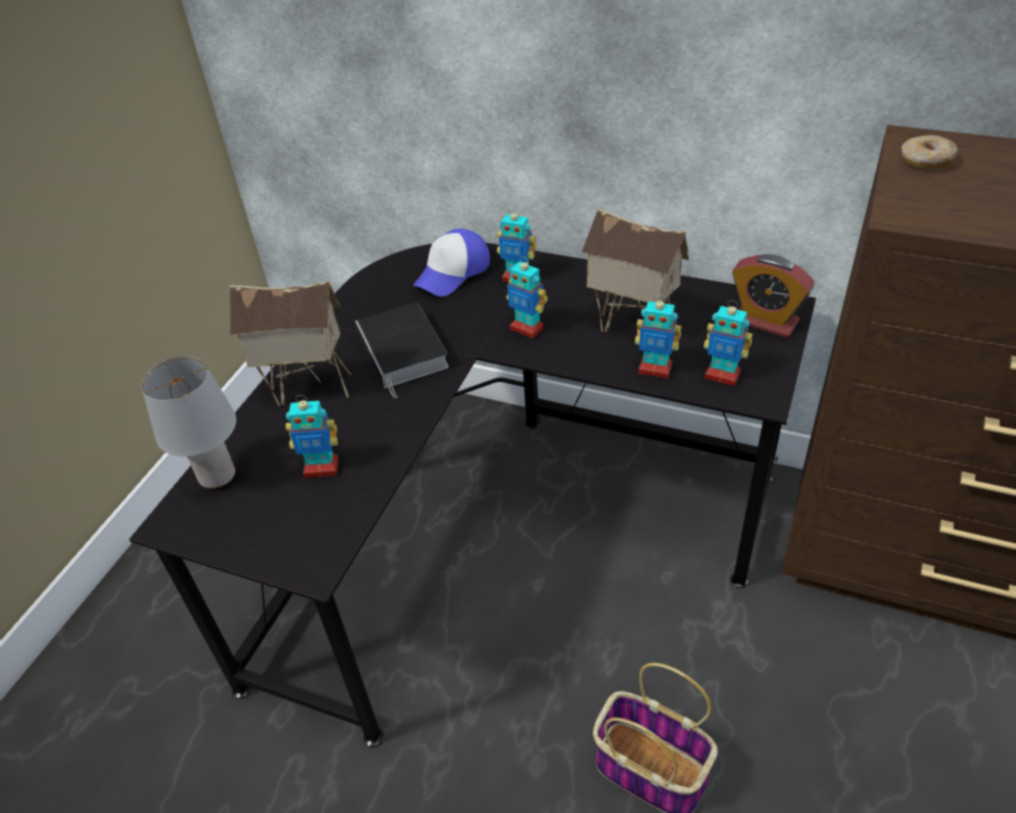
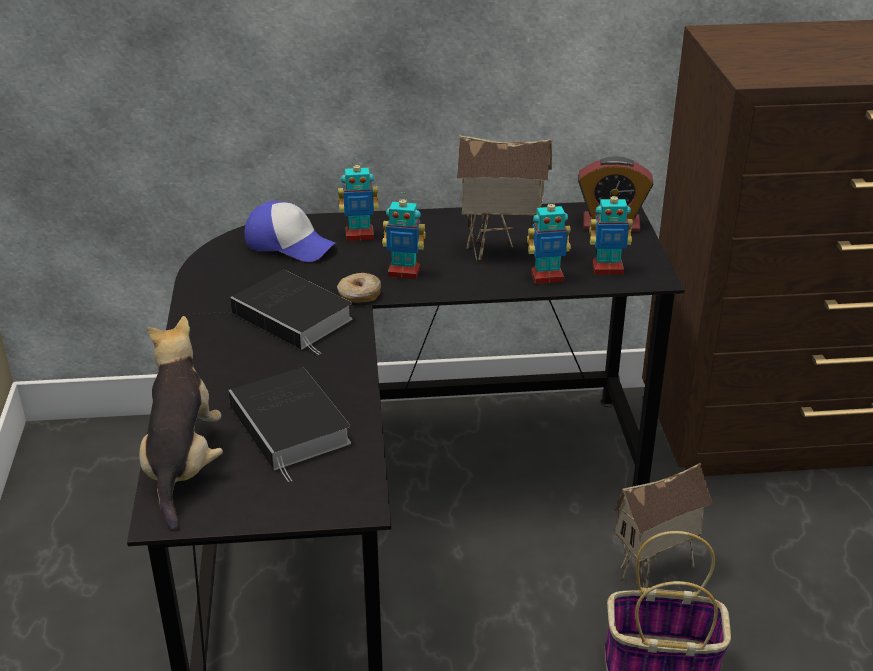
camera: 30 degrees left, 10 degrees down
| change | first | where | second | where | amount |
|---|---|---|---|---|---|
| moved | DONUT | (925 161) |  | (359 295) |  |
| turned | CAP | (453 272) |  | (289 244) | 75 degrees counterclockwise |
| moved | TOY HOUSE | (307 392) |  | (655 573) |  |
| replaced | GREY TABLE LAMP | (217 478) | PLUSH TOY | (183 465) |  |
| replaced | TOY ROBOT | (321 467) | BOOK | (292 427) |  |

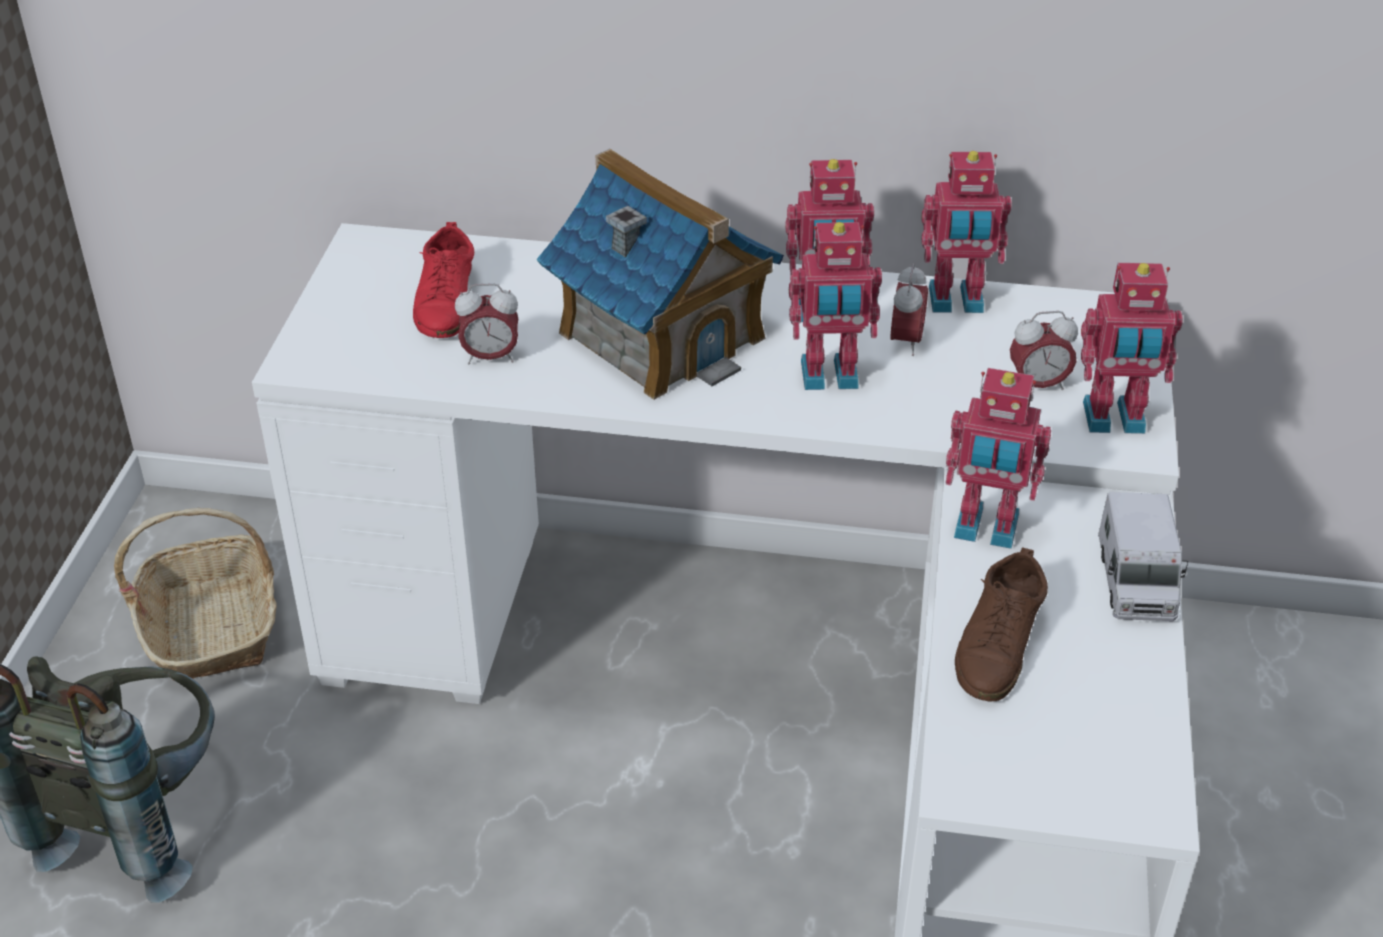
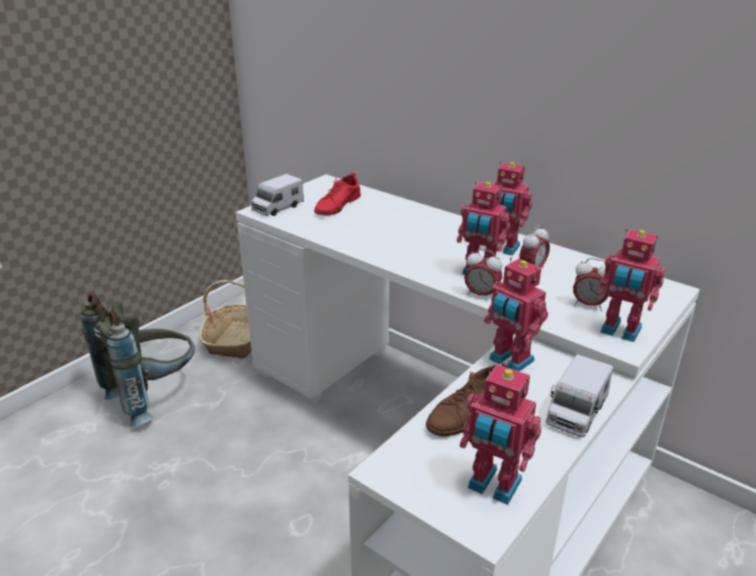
camera: 30 degrees right, 10 degrees down
| change | first | where | second | where | amount |
|---|---|---|---|---|---|
| removed | TOY HOUSE | (661 335) |  |  |  |
| moved | TOY ROBOT | (956 302) |  | (493 486) |  |
| moved | ALARM CLOCK | (490 357) |  | (481 295) |  |
| added |  |  | TOY TRUCK | (277 208) |  |

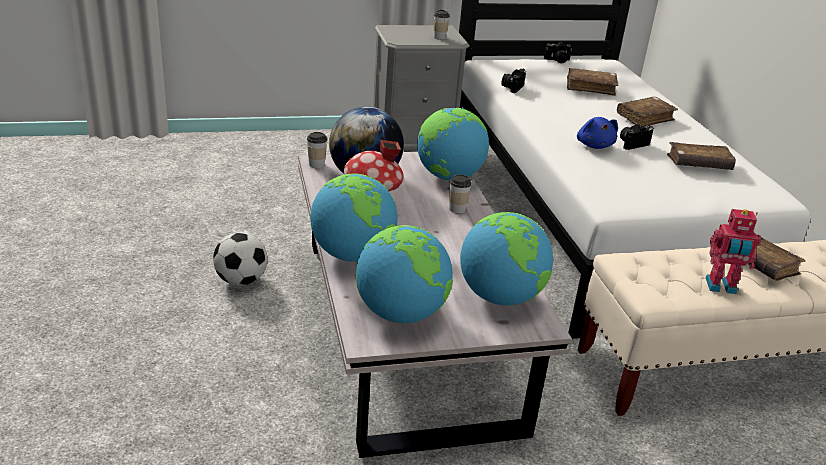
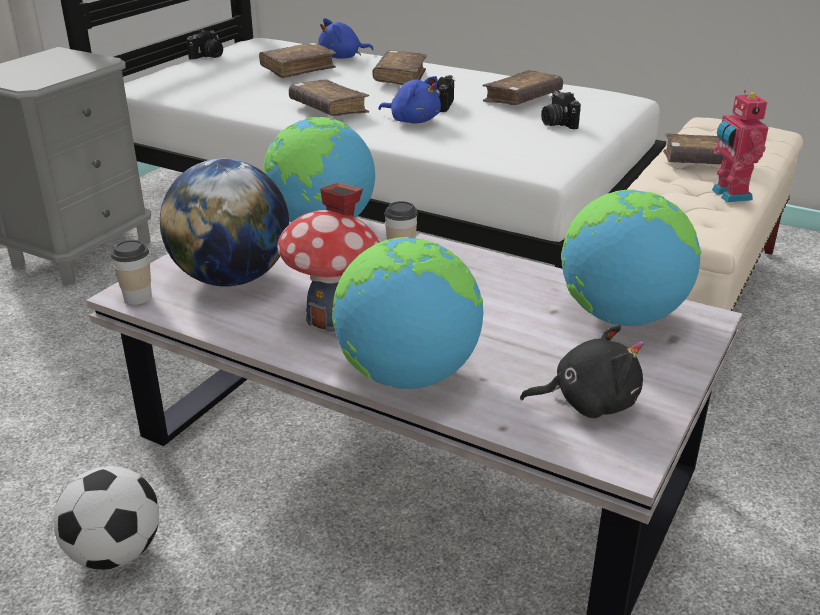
camera: 45 degrees left, 0 degrees up
| change | first | where | second | where | amount |
|---|---|---|---|---|---|
| removed | CUP | (439 37) |  |  |  |
| moved | PHOTO CAMERA | (512 87) |  | (557 123) |  |
| turned | TOY ROBOT | (721 287) |  | (729 195) | 120 degrees clockwise |
| replaced | GLOBE | (401 313) | BLACK PLUSH TOY | (588 402) |  |
| added |  |  | BLUE PLUSH TOY | (342 57) |  |
| added |  |  | BROWN BOOK | (328 109) |  |

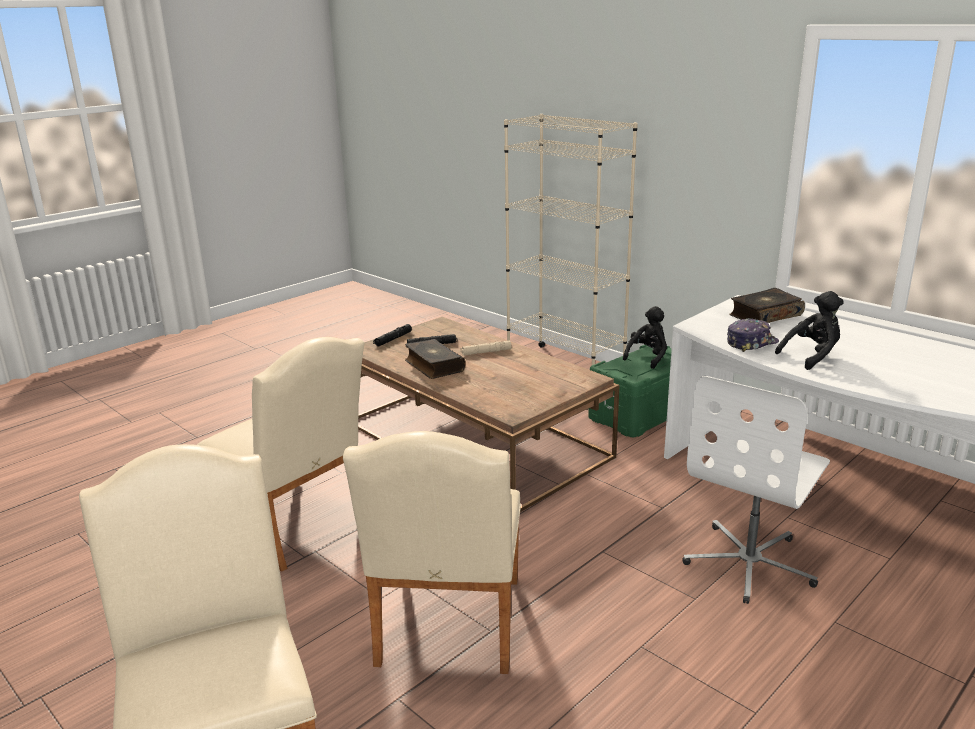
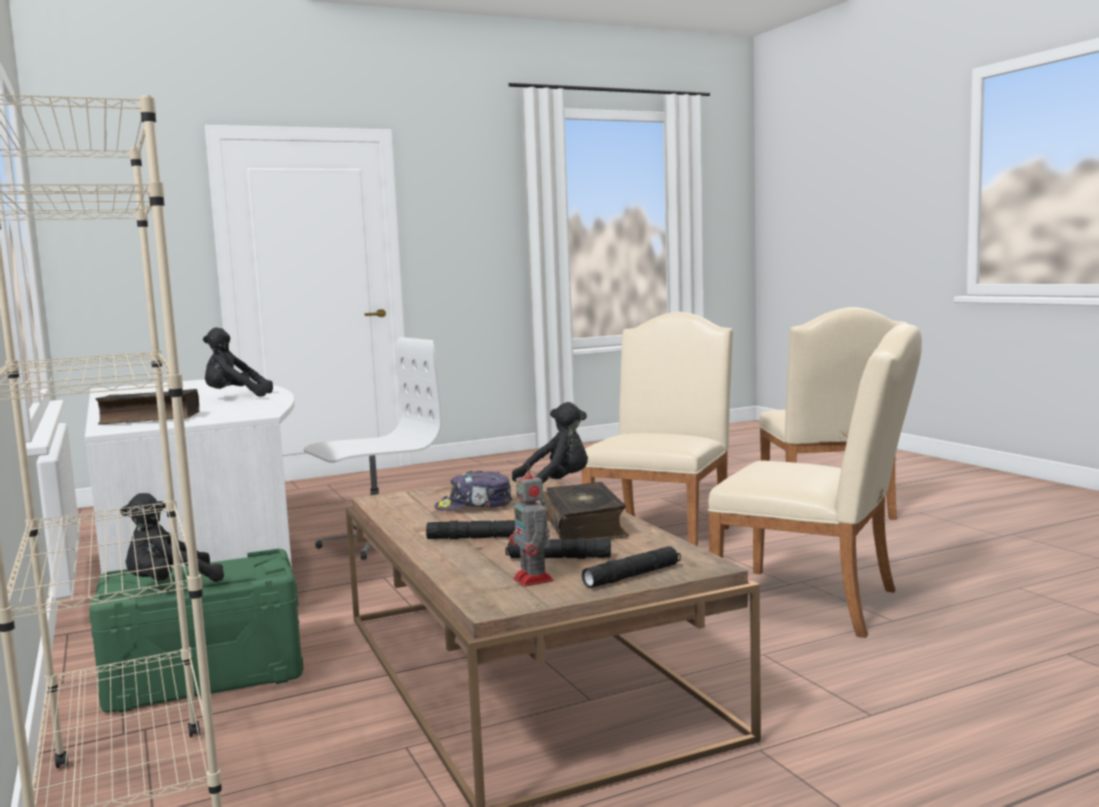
camera: 160 degrees left, 15 degrees down
| change | first | where | second | where | amount |
|---|---|---|---|---|---|
| moved | CAP | (751 343) |  | (474 506) |  |
| turned | BEIGE CHAIR | (296 527) |  | (818 603) | 150 degrees clockwise |
| recoloured | BEIGE FLASHLIGHT | (486 352) | BLACK FLASHLIGHT | (475 538) |  |
| added |  |  | BLACK PLUSH TOY | (556 485) |  |
| added |  |  | TOY ROBOT | (534 580) |  |

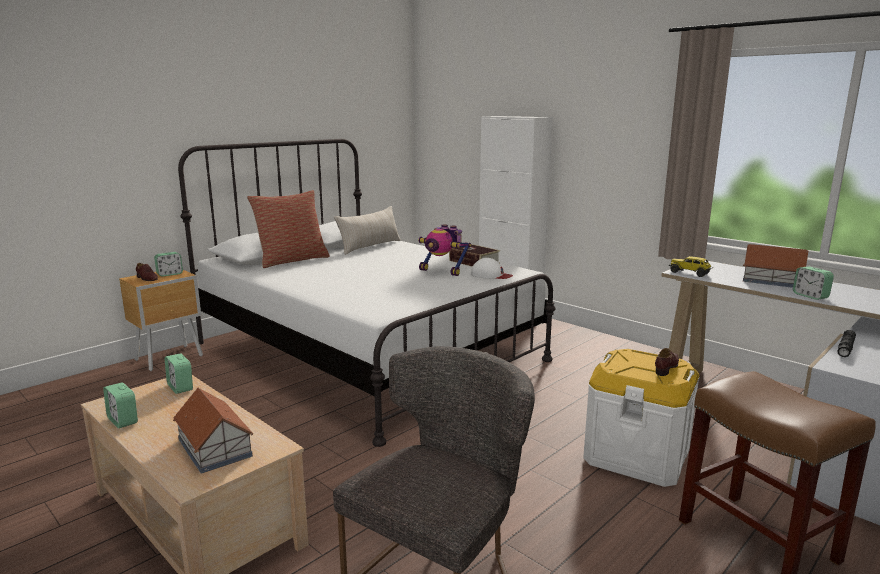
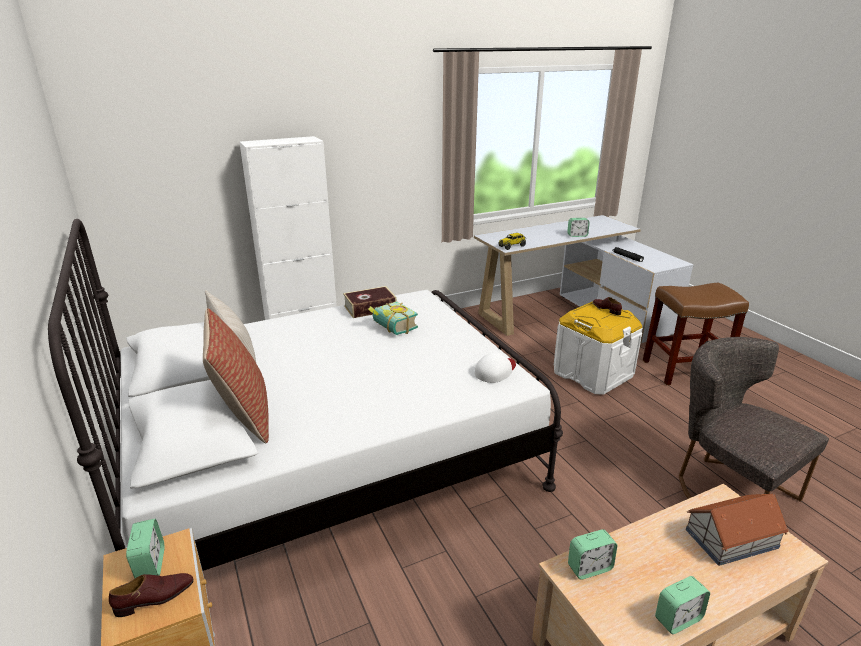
camera: 70 degrees left, 10 degrees up
| change | first | where | second | where | amount |
|---|---|---|---|---|---|
| replaced | TOY ROBOT | (442 271) | BOOK | (391 328) |  |
| removed | TOY HOUSE | (772 281) |  |  |  |
| moved | WHITE CAP | (490 275) |  | (496 370) |  |

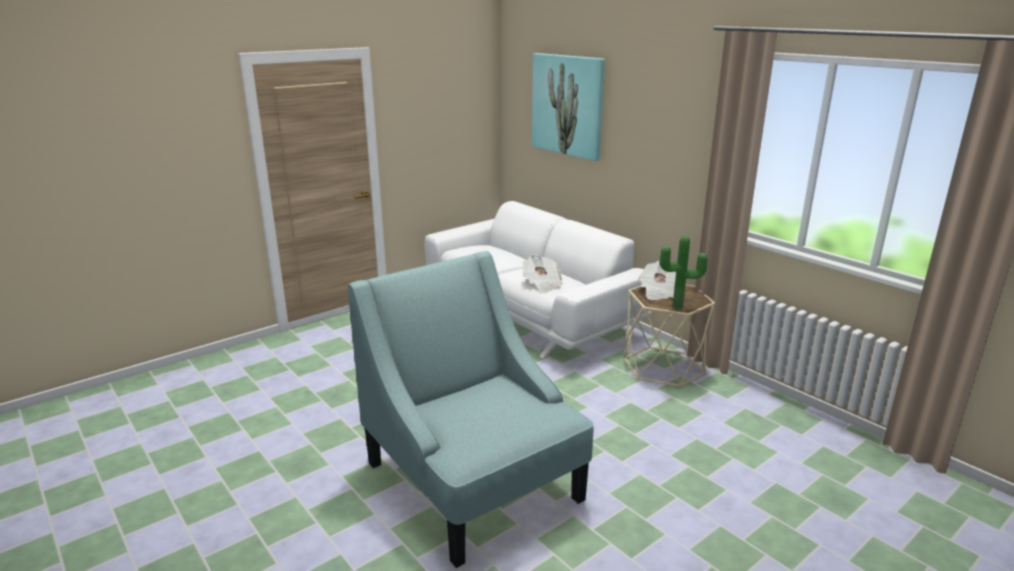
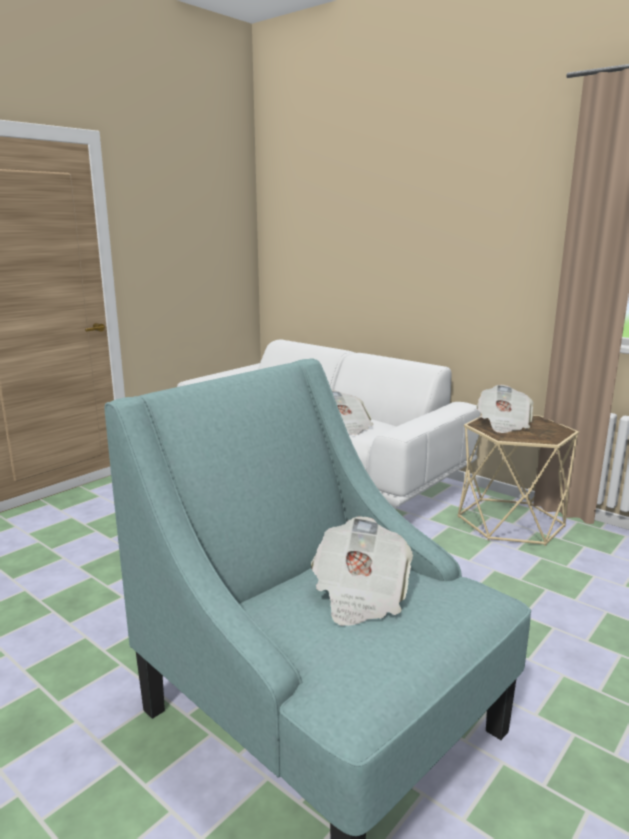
camera: 10 degrees left, 5 degrees down
| change | first | where | second | where | amount |
|---|---|---|---|---|---|
| removed | PICTURE | (568 105) |  |  |  |
| removed | POTTED PLANT | (678 308) |  |  |  |
| added |  |  | NEWSPAPER | (360 595) |  |

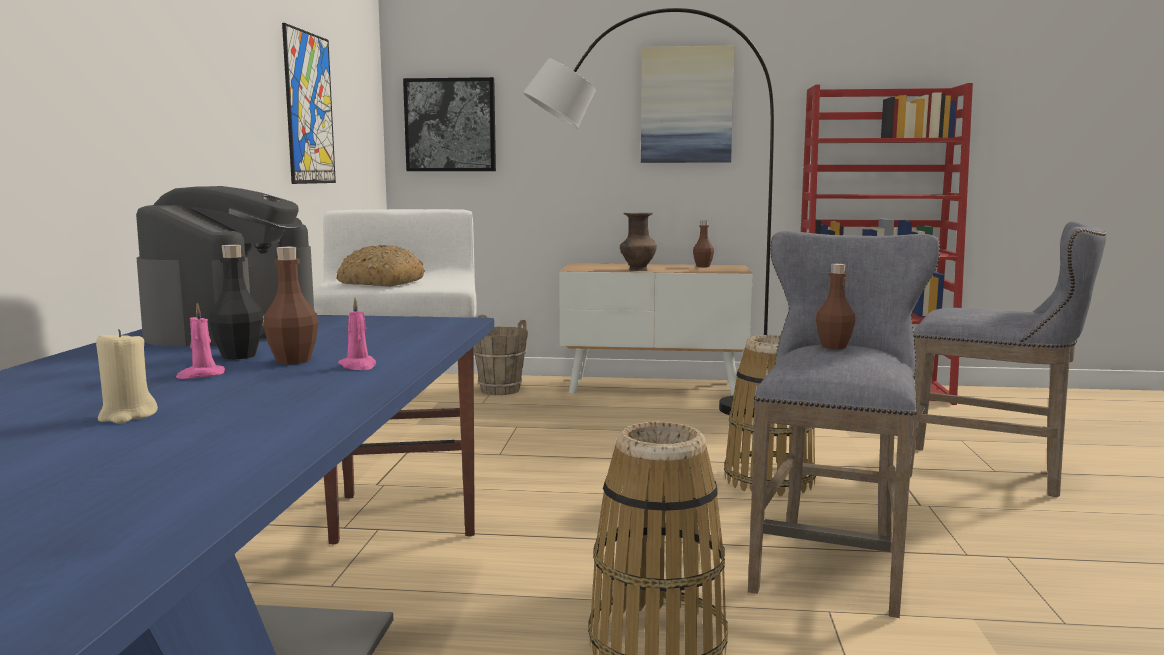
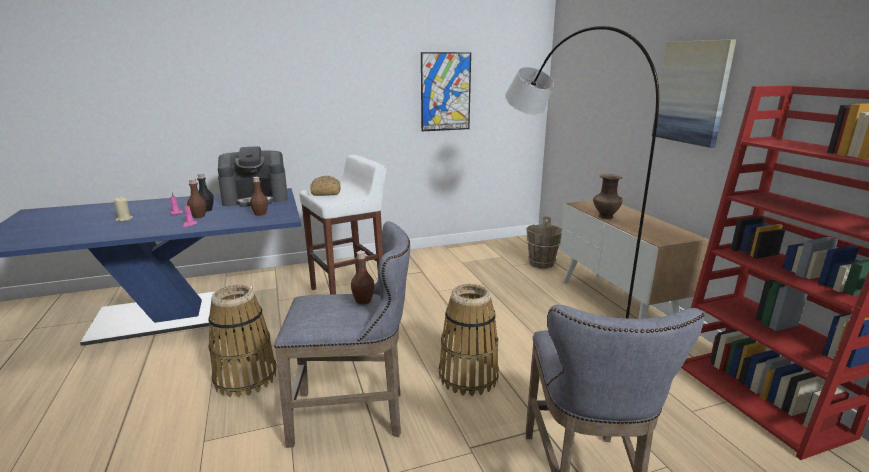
camera: 65 degrees right, 10 degrees up
| change | first | where | second | where | amount |
|---|---|---|---|---|---|
| removed | PICTURE | (450 125) |  |  |  |
| moved | BROWN BOTTLE | (703 266) |  | (260 214) |  |

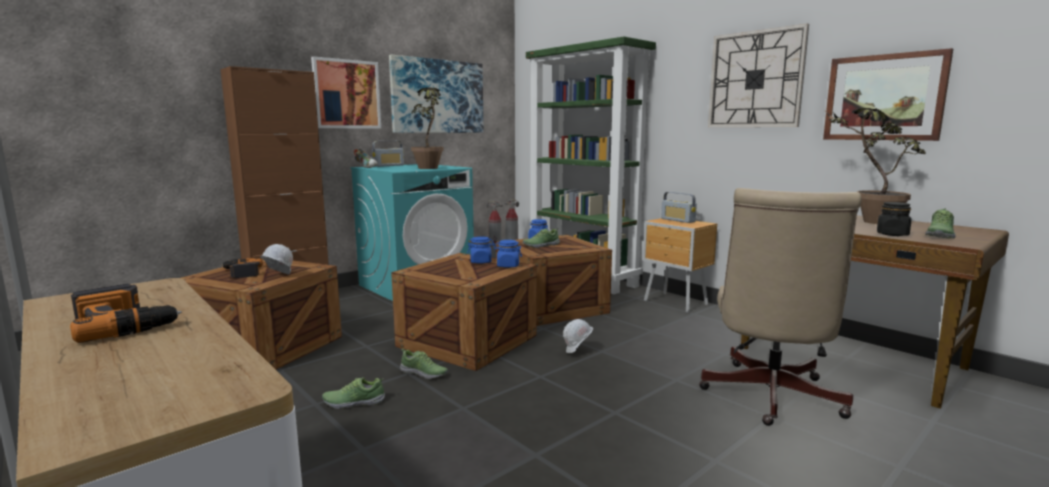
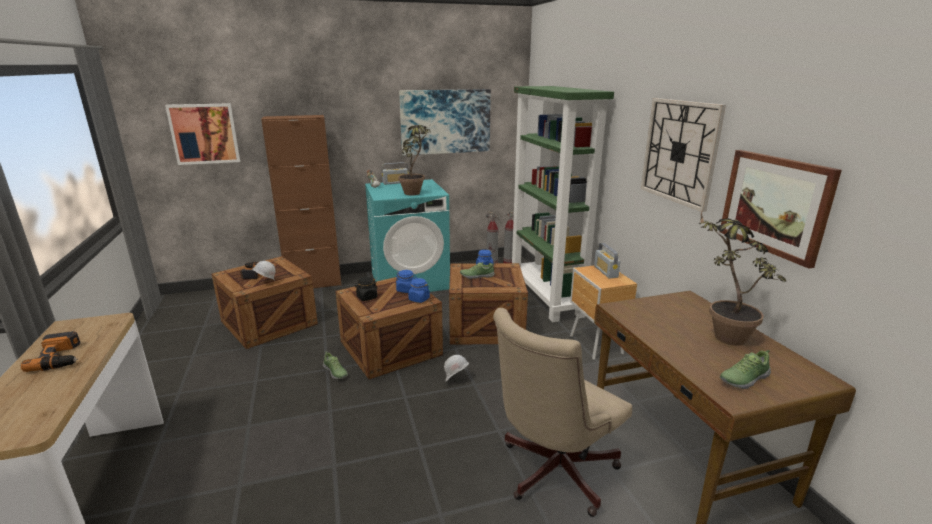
camera: 25 degrees right, 10 degrees up
| change | first | where | second | where | amount |
|---|---|---|---|---|---|
| moved | PICTURE | (346 94) |  | (204 134) |  |
| moved | BLACK JAR | (892 234) |  | (367 297) |  |
| removed | SHOE | (354 402) |  |  |  |

